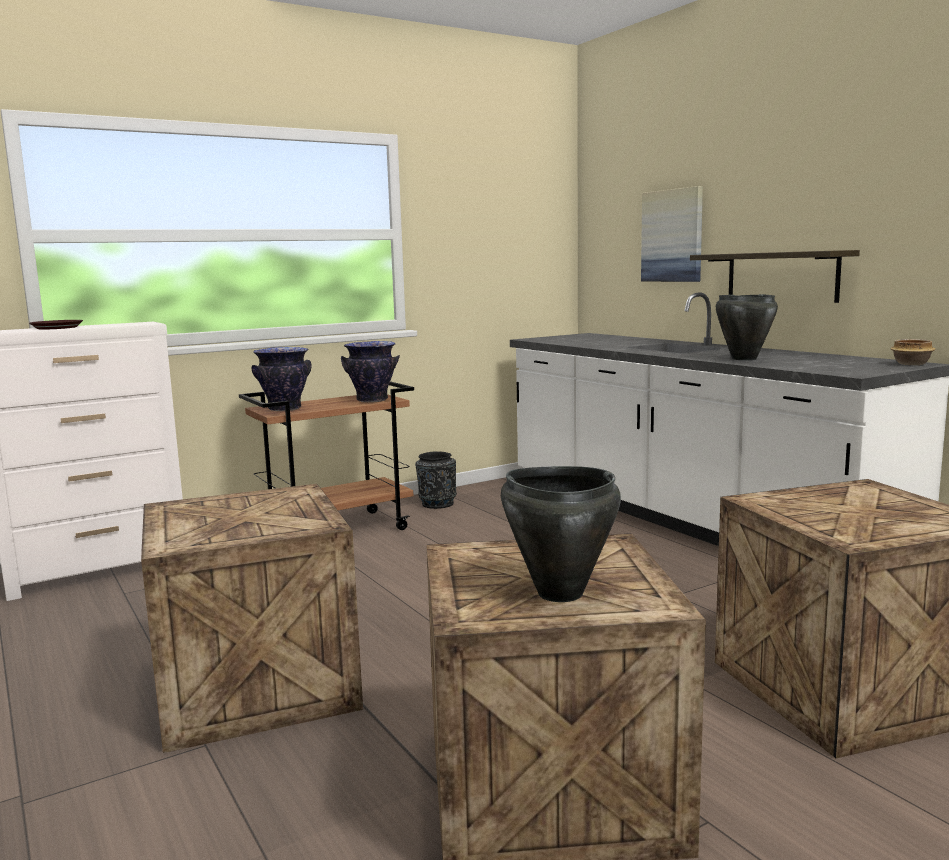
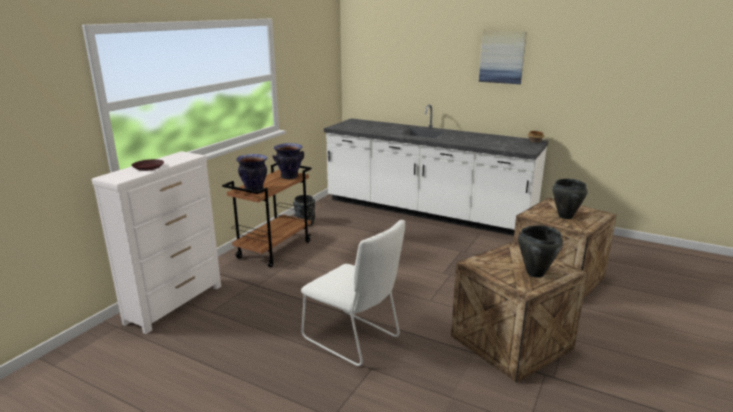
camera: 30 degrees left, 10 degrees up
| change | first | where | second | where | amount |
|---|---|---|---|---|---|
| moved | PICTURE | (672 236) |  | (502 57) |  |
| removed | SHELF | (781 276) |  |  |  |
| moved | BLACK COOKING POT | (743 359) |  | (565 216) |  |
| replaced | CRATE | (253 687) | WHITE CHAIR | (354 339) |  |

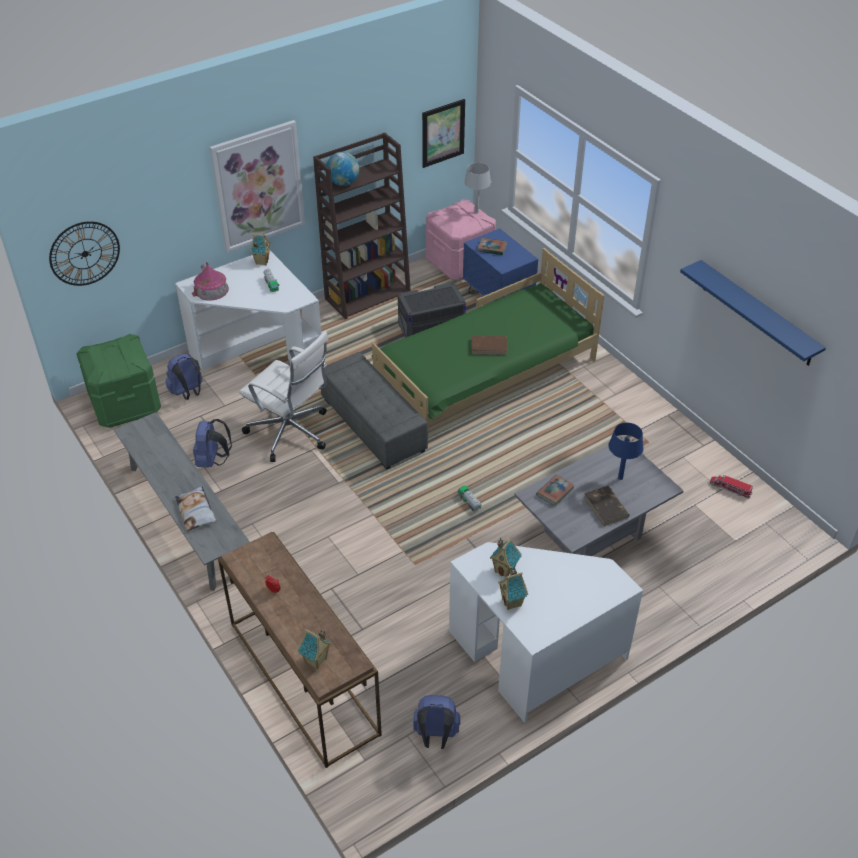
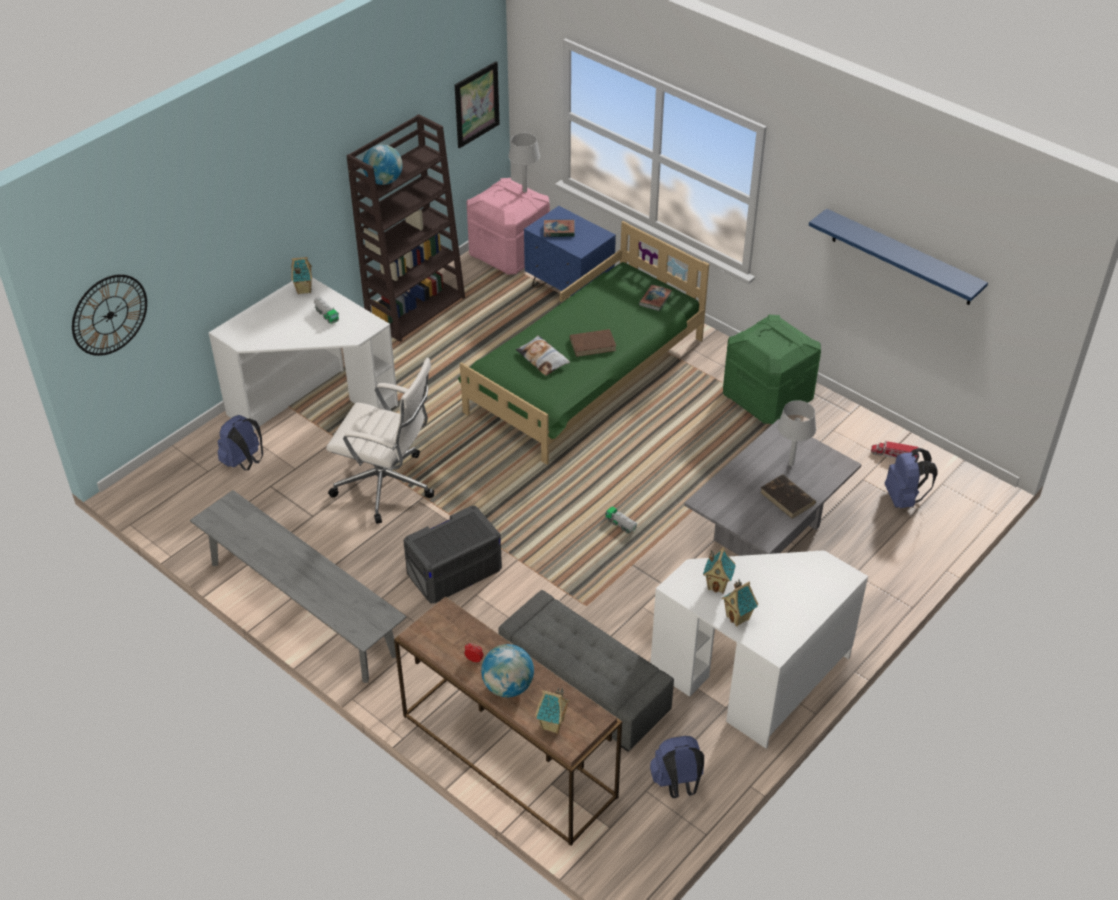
camera: 15 degrees left, 0 degrees up
| change | first | where | second | where | amount |
|---|---|---|---|---|---|
| removed | PICTURE | (258 186) |  |  |  |
| removed | TOY HOUSE | (211 290) |  |  |  |
| moved | GREY STORAGE BOX | (431 327) |  | (454 571) |  |
| moved | GREEN STORAGE BOX | (126 405) |  | (768 397) |  |
| moved | GREY OTTOMAN | (373 424) |  | (584 686) |  |
| moved | BLUE BACKPACK | (213 460) |  | (904 498) |  |
| recoloured | BLUE TABLE LAMP | (620 478) | GREY TABLE LAMP | (790 463) |  |
| moved | BOOK | (555 492) |  | (655 300) |  |
| moved | PILLOW | (196 511) |  | (543 359) |  |
| added |  |  | GLOBE | (508 686) |  |

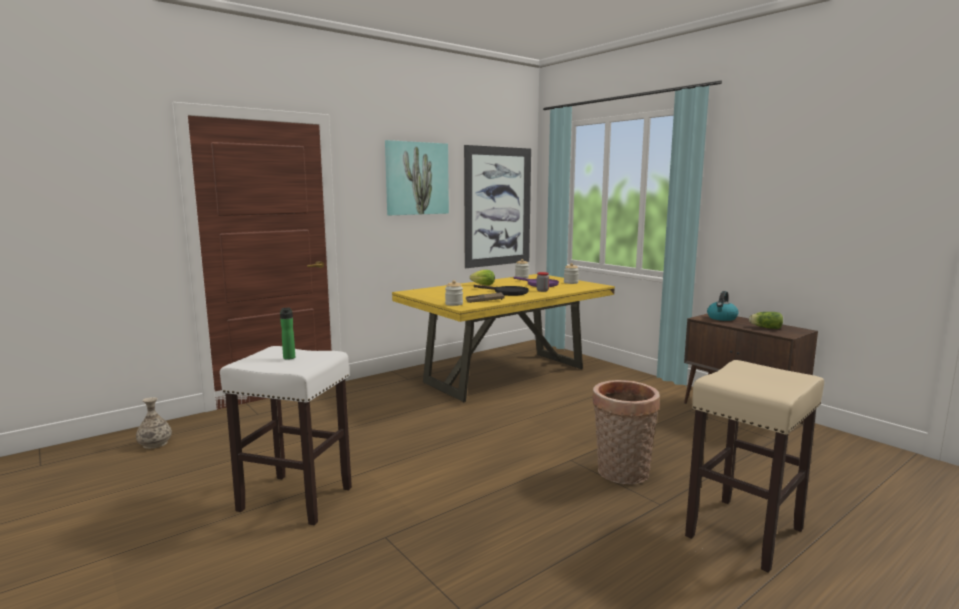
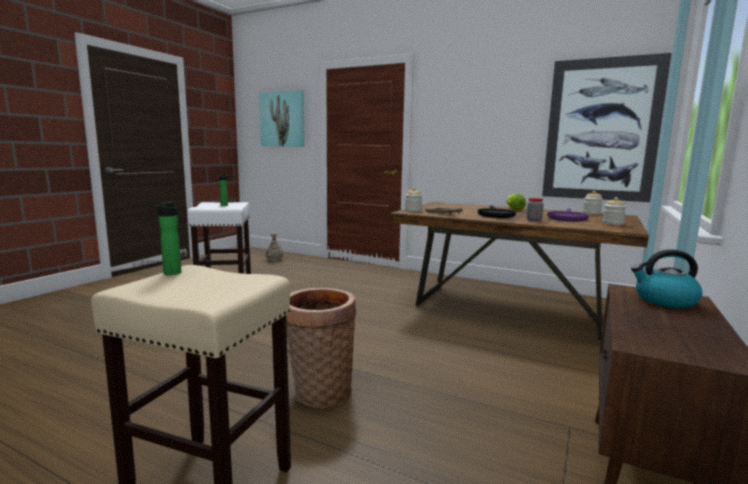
camera: 65 degrees right, 0 degrees up
| change | first | where | second | where | amount |
|---|---|---|---|---|---|
| moved | PICTURE | (417 178) |  | (282 119) |  |
| recoloured | YELLOW DINING TABLE | (505 376) | BROWN DINING TABLE | (505 309) |  |
| removed | LETTUCE | (765 327) |  |  |  |
| added |  |  | BOTTLE | (169 273) |  |

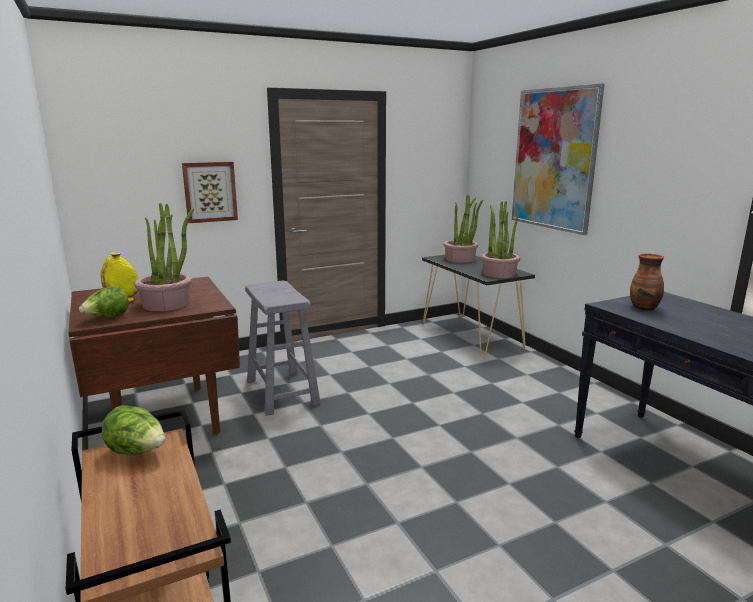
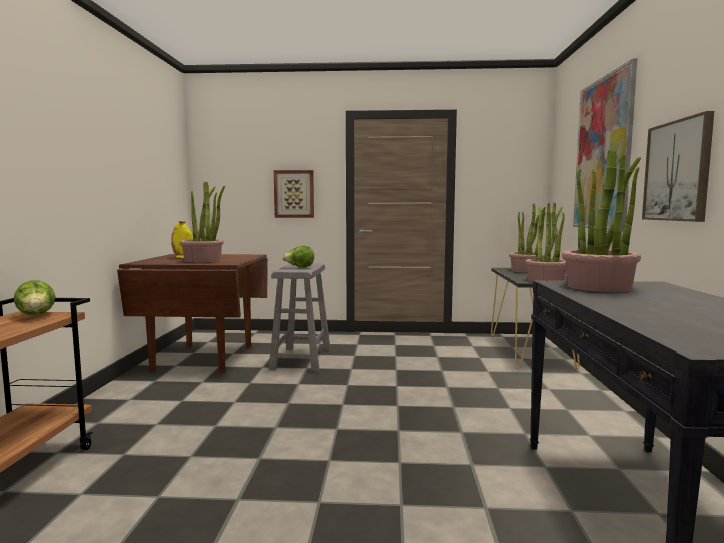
camera: 30 degrees right, 10 degrees down
| change | first | where | second | where | amount |
|---|---|---|---|---|---|
| replaced | VASE | (644 307) | POTTED PLANT | (598 287) |  |
| moved | LETTUCE | (107 318) |  | (299 267) |  |
| added |  |  | PICTURE | (677 171) |  |

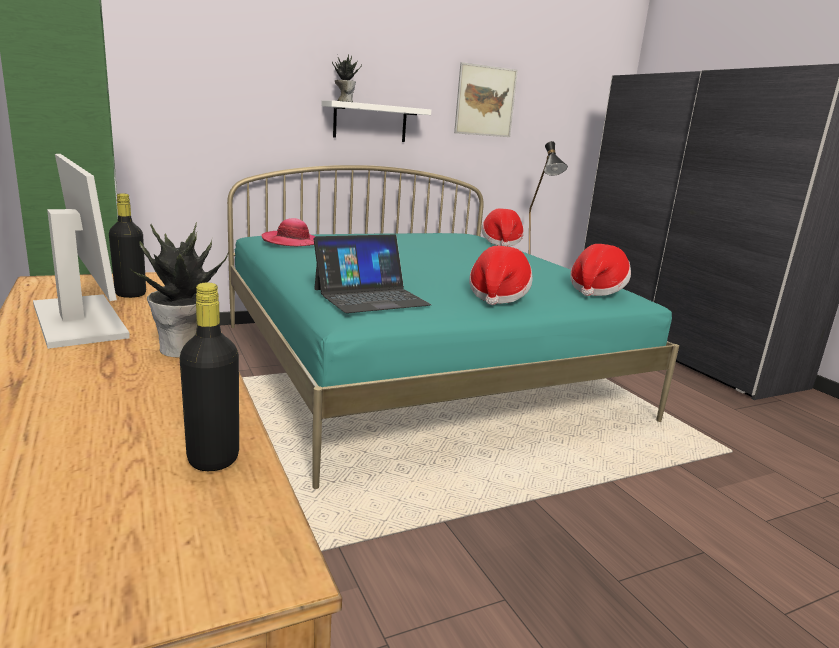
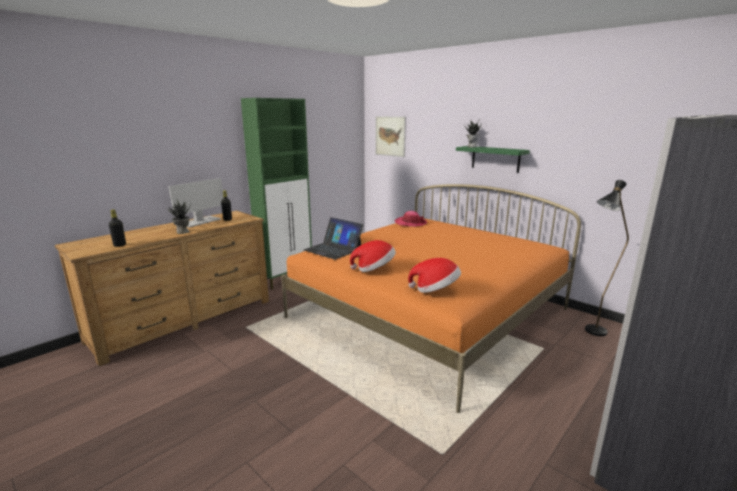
camera: 70 degrees right, 0 degrees up
| change | first | where | second | where | amount |
|---|---|---|---|---|---|
| moved | PICTURE | (485 101) |  | (390 136) |  |
| recoloured | WHITE SHELF | (370 122) | GREEN SHELF | (495 159) |  |
| recoloured | TURQUOISE BED | (419 368) | ORANGE BED | (429 313) |  |
| removed | HAT | (501 243) |  |  |  |

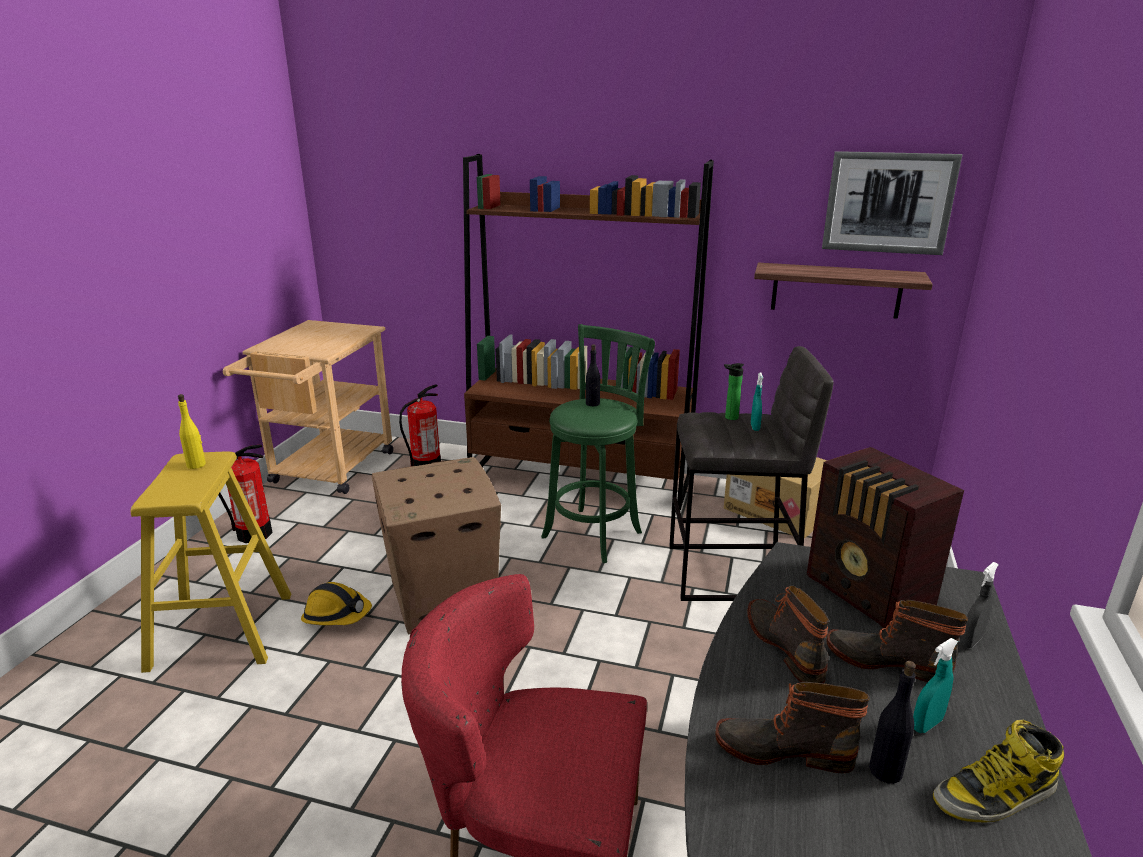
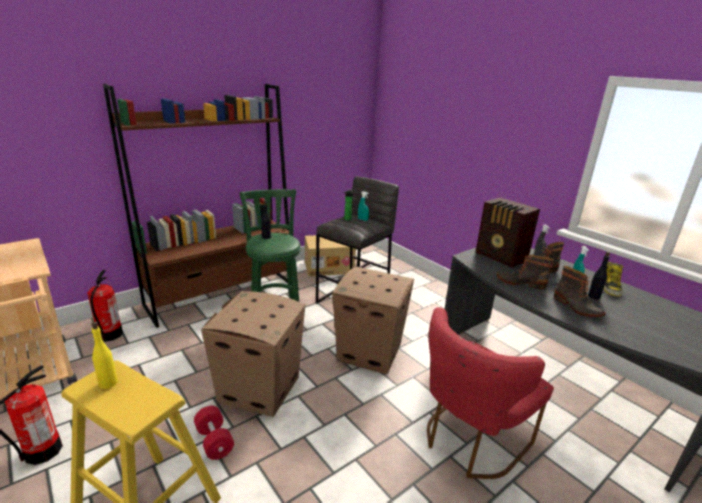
camera: 55 degrees left, 0 degrees up
| change | first | where | second | where | amount |
|---|---|---|---|---|---|
| removed | PICTURE | (888 203) |  |  |  |
| removed | SHELF | (836 290) |  |  |  |
| turned | RADIO | (869 594) |  | (501 257) | 45 degrees clockwise |
| replaced | HARD HAT | (337 615) | RED DUMBBELL | (214 441) |  |
| turned | BOOT | (783 749) |  | (576 307) | 75 degrees counterclockwise |
| added |  |  | CARDBOARD BOX | (370 352) |  |

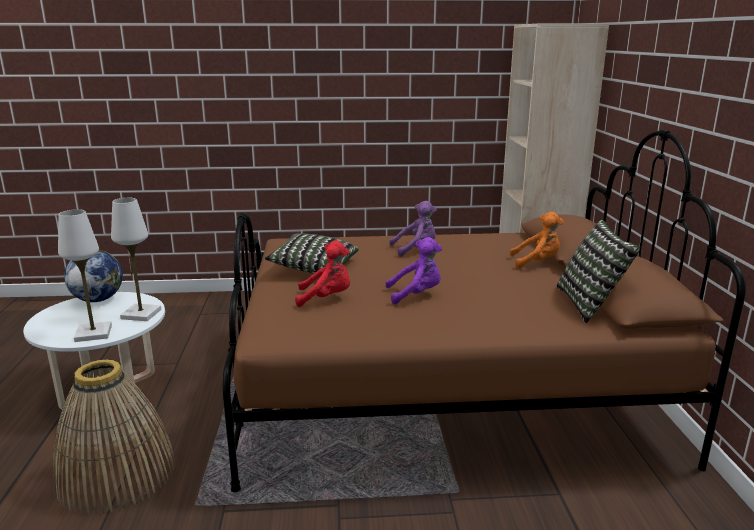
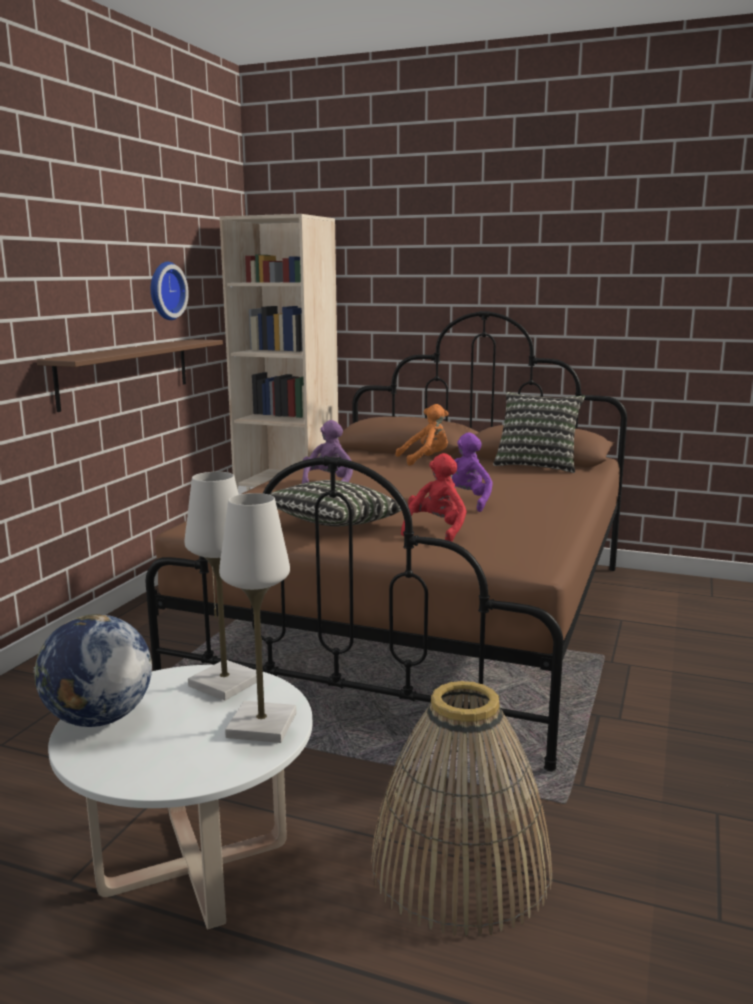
camera: 65 degrees left, 5 degrees down
| change | first | where | second | where | amount |
|---|---|---|---|---|---|
| turned | ORANGE PLUSH TOY | (537 262) |  | (425 460) | 45 degrees clockwise |
| added |  |  | WALL CLOCK | (164 291) |  |
| added |  |  | BROWN SHELF | (125 372) |  |

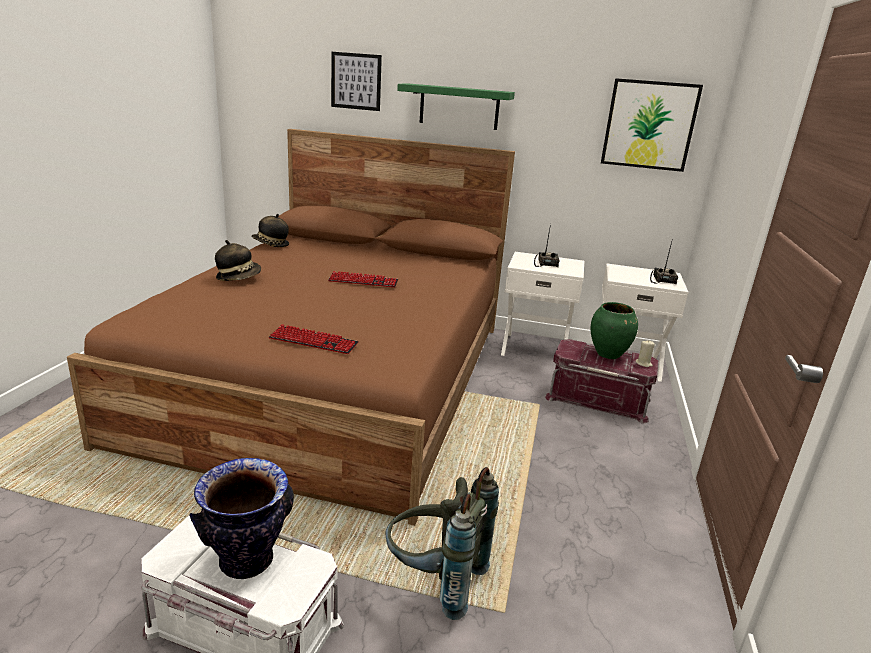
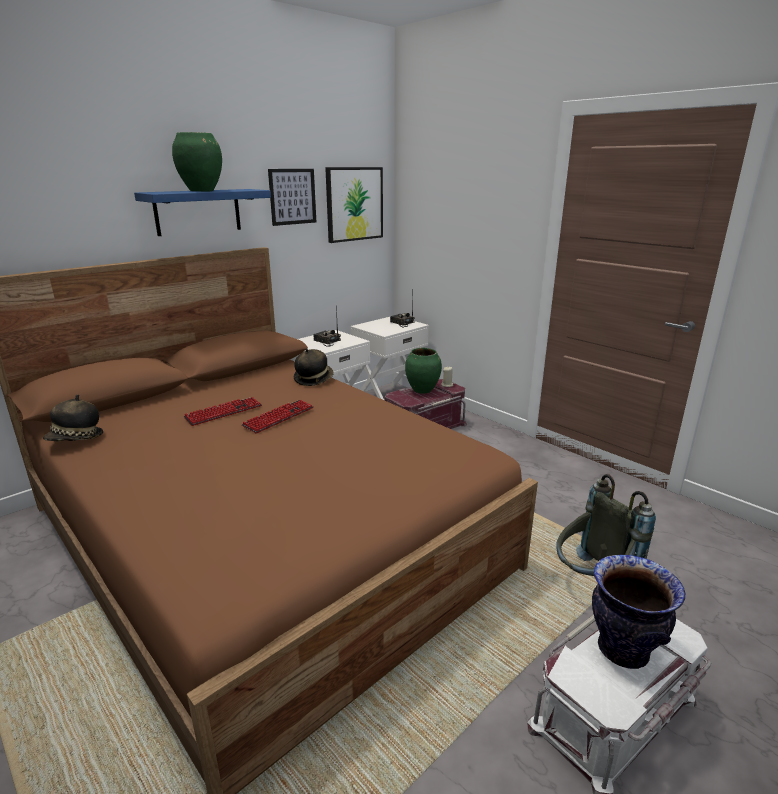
camera: 55 degrees left, 0 degrees up
| change | first | where | second | where | amount |
|---|---|---|---|---|---|
| moved | PICTURE | (356 81) |  | (292 196) |  |
| recoloured | GREEN SHELF | (459 107) | BLUE SHELF | (198 211) |  |
| moved | HAT | (239 277) |  | (313 379) |  |
| moved | KEYBOARD | (313 341) |  | (224 412) |  |
| added |  |  | GREEN VASE | (202 191) |  |

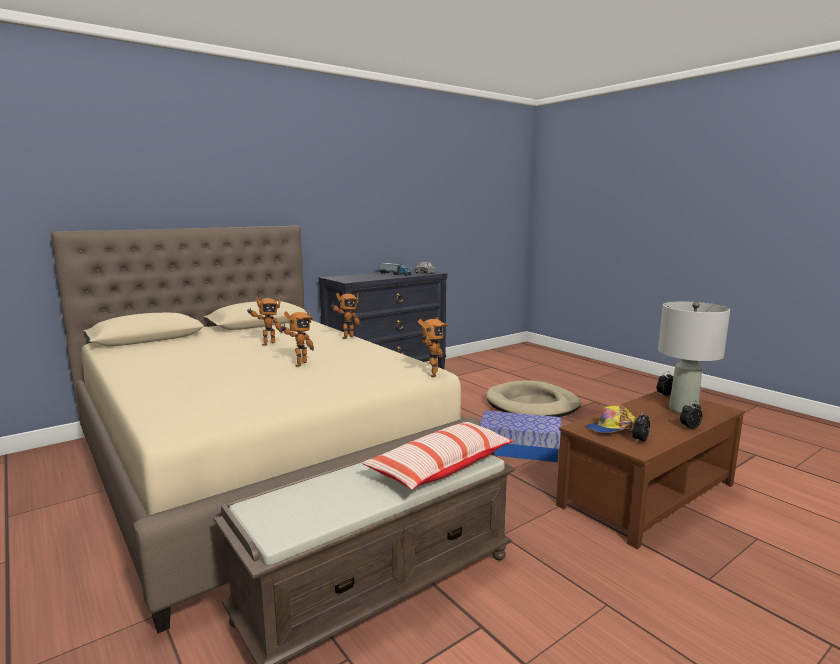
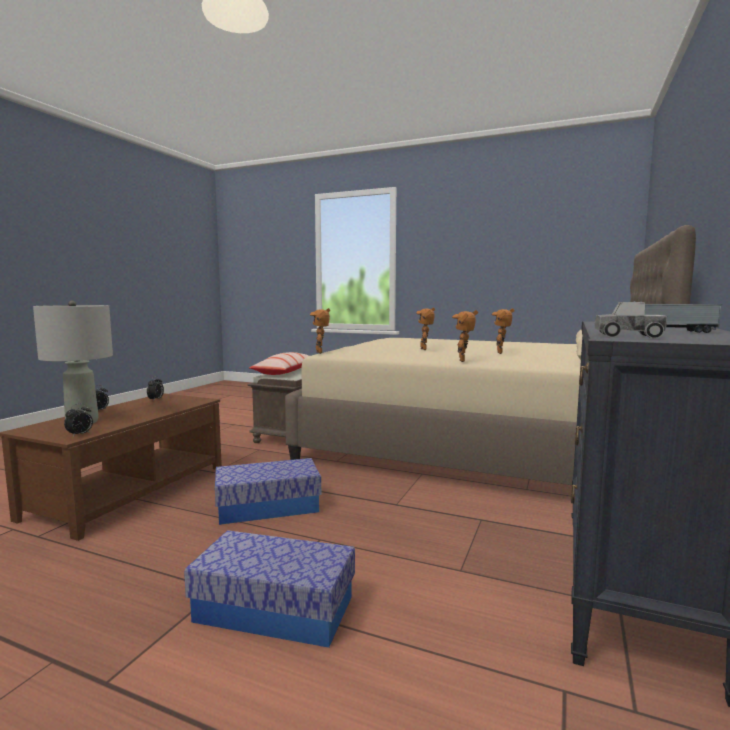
camera: 150 degrees right, 5 degrees down
| change | first | where | second | where | amount |
|---|---|---|---|---|---|
| replaced | BEIGE DOG BED | (532 404) | STORAGE BOX | (274 609) |  |
| removed | CAP | (610 428) |  |  |  |

